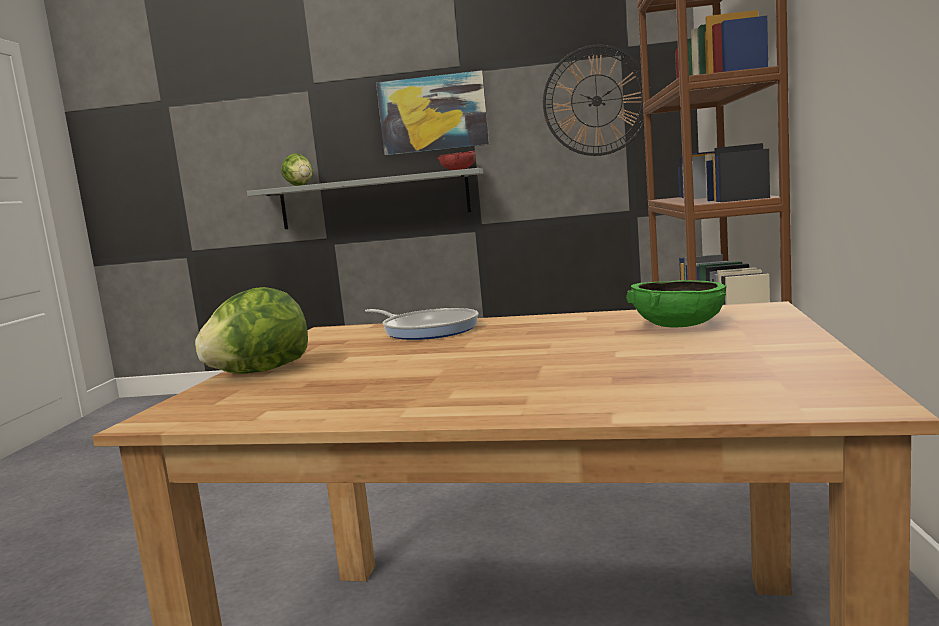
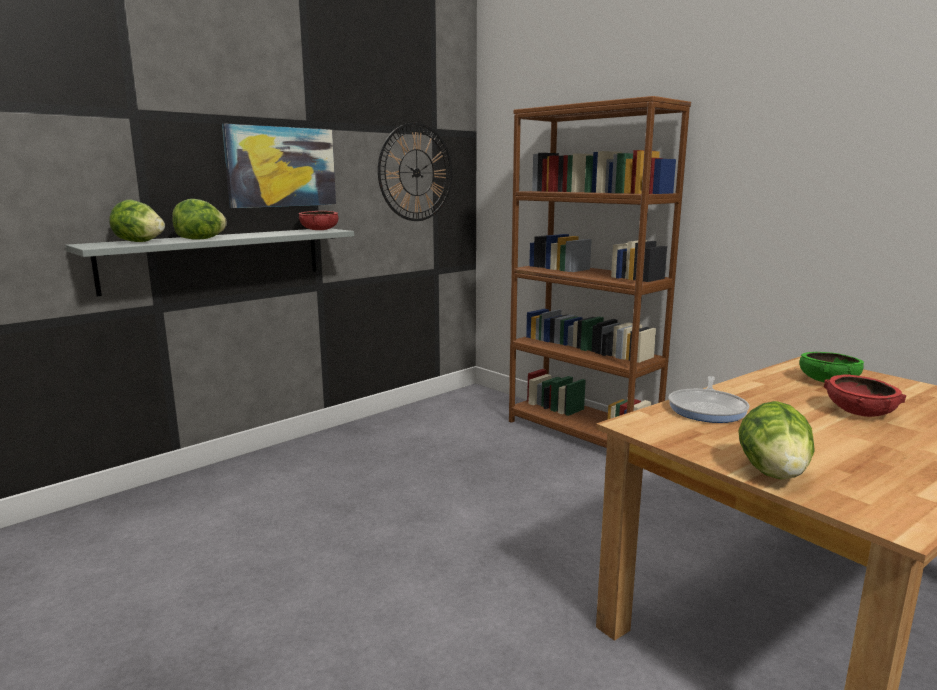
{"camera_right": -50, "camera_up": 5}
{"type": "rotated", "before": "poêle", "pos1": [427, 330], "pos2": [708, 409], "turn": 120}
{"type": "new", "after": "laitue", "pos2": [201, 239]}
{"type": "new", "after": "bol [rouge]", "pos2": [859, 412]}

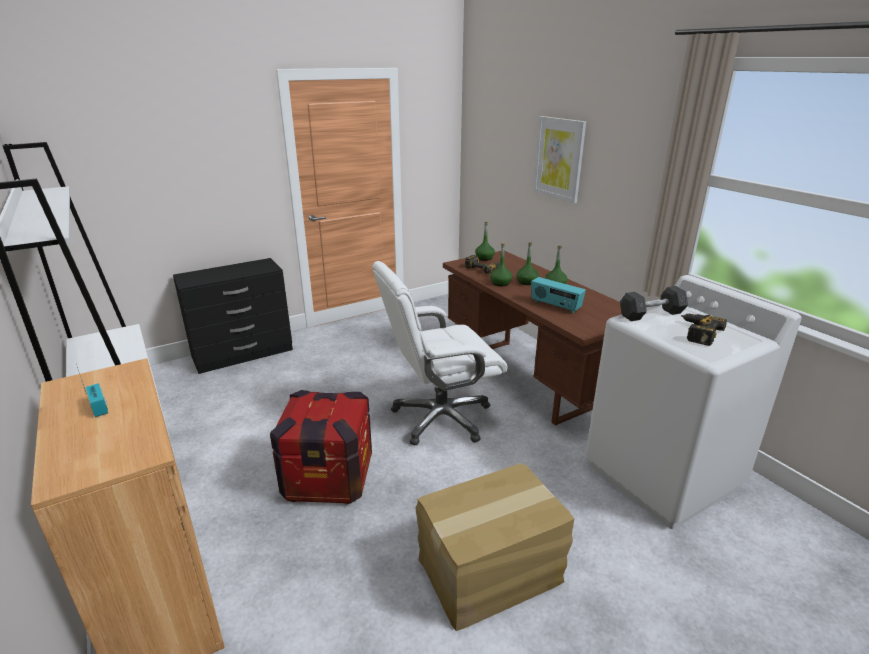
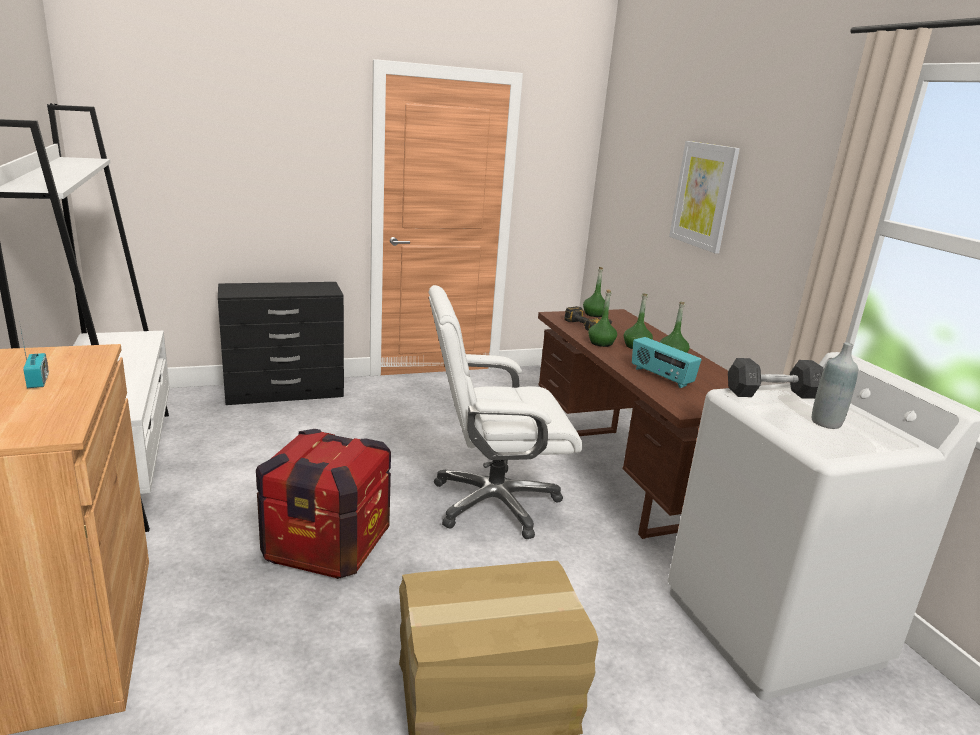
{"camera_right": 10, "camera_up": -5}
{"type": "swapped", "before": "perceuse", "after": "bouteille [gris]", "pos1": [697, 332], "pos2": [826, 423]}

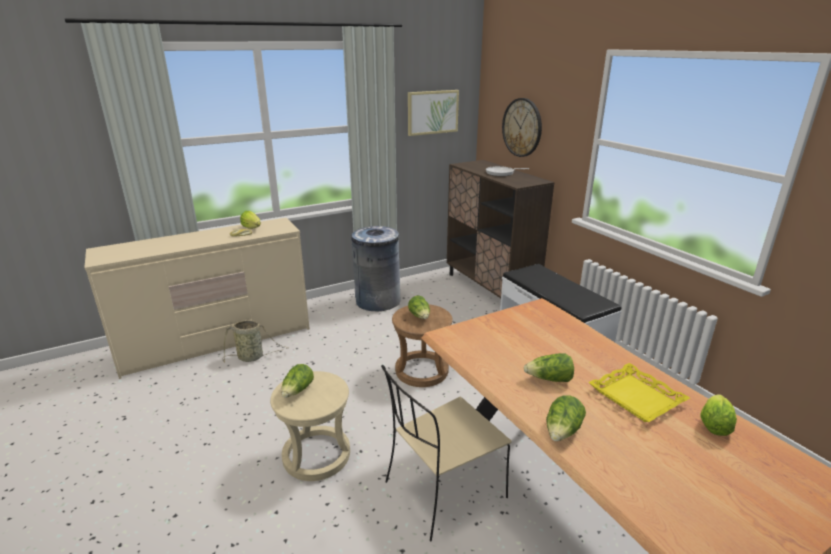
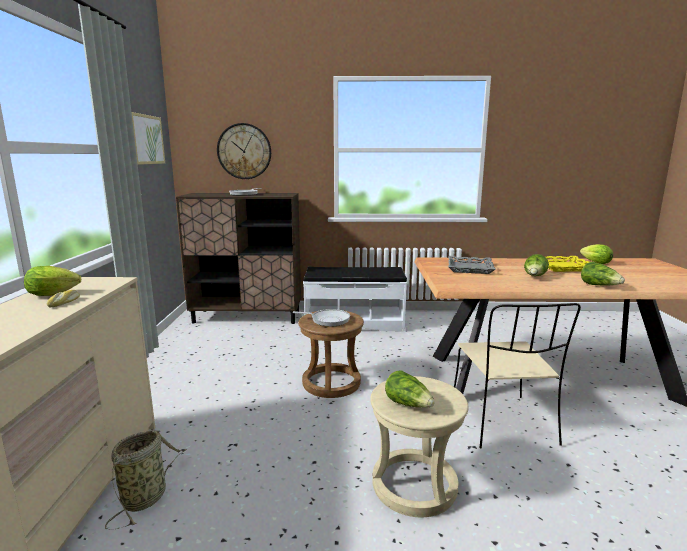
{"camera_right": -60, "camera_up": -10}
{"type": "gone", "before": "poubelle [gris]", "pos1": [377, 301]}
{"type": "swapped", "before": "laitue", "after": "poêle", "pos1": [420, 316], "pos2": [328, 320]}
{"type": "new", "after": "plateau [gris]", "pos2": [470, 268]}

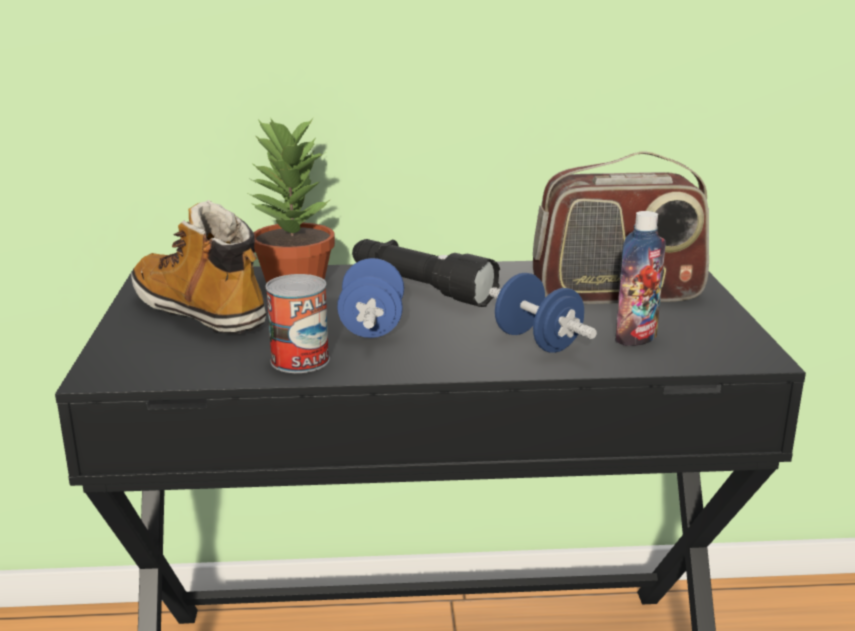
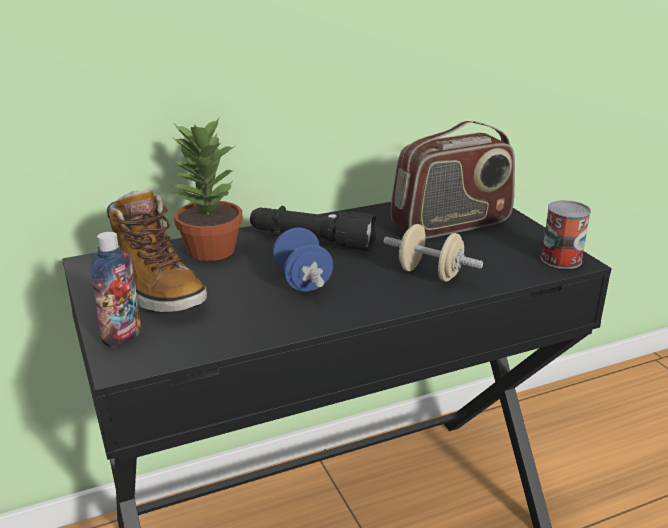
{"camera_right": -20, "camera_up": 5}
{"type": "rotated", "before": "botte", "pos1": [201, 311], "pos2": [156, 290], "turn": -150}
{"type": "shifted", "before": "bouteille", "pos1": [636, 338], "pos2": [122, 336]}
{"type": "repainted", "before": "haltère [bleu]", "after": "haltère [beige]", "pos1": [537, 342], "pos2": [430, 274]}
{"type": "shifted", "before": "boîte métallique", "pos1": [300, 360], "pos2": [561, 259]}

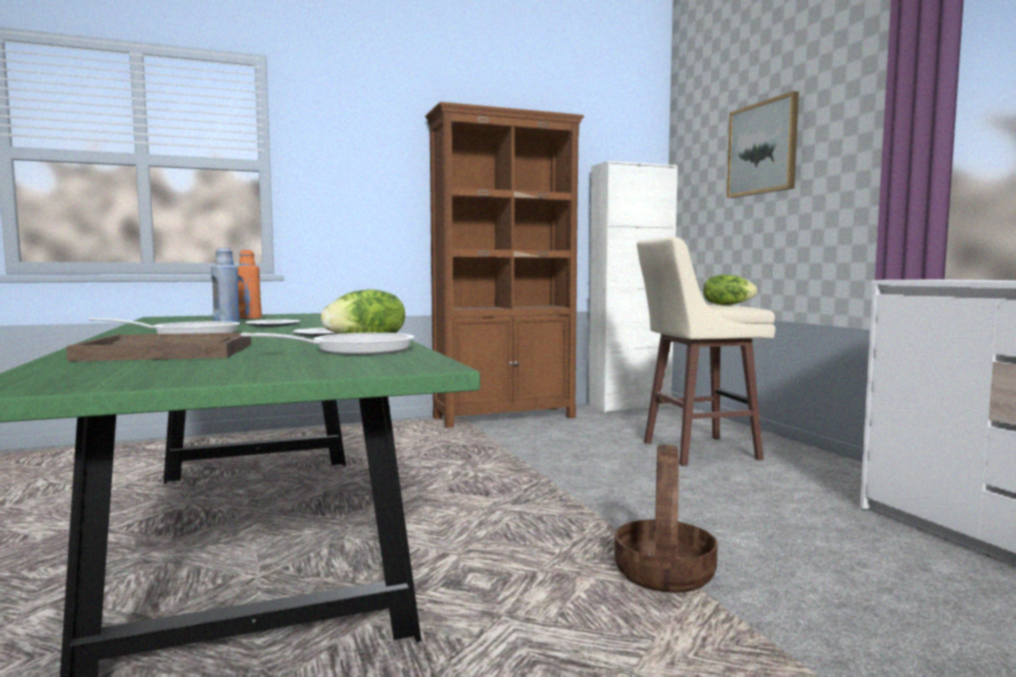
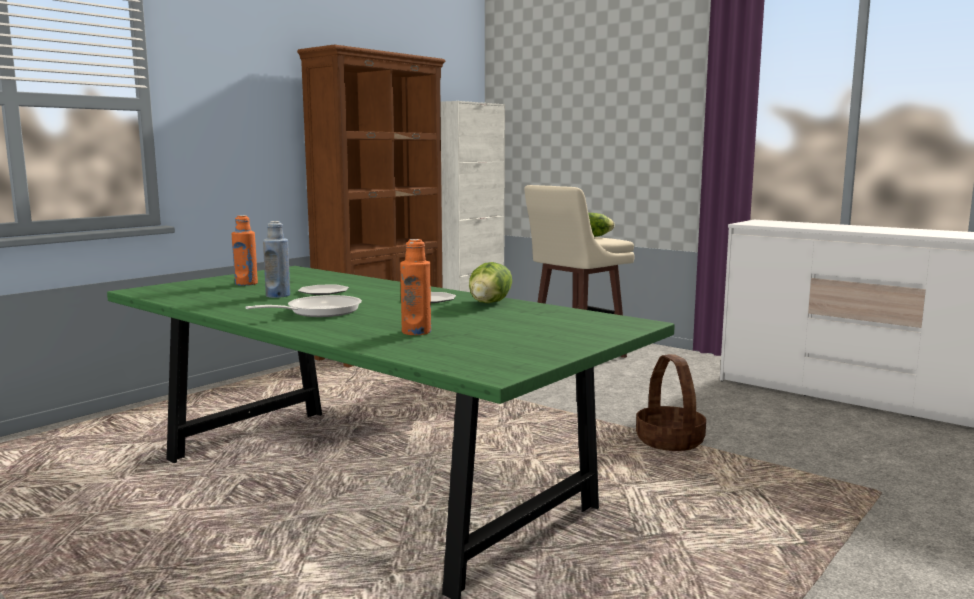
{"camera_right": -30, "camera_up": 5}
{"type": "gone", "before": "tableau", "pos1": [763, 148]}
{"type": "swapped", "before": "plateau [marron]", "after": "bouteille [orange]", "pos1": [168, 352], "pos2": [416, 332]}
{"type": "gone", "before": "poêle", "pos1": [354, 350]}

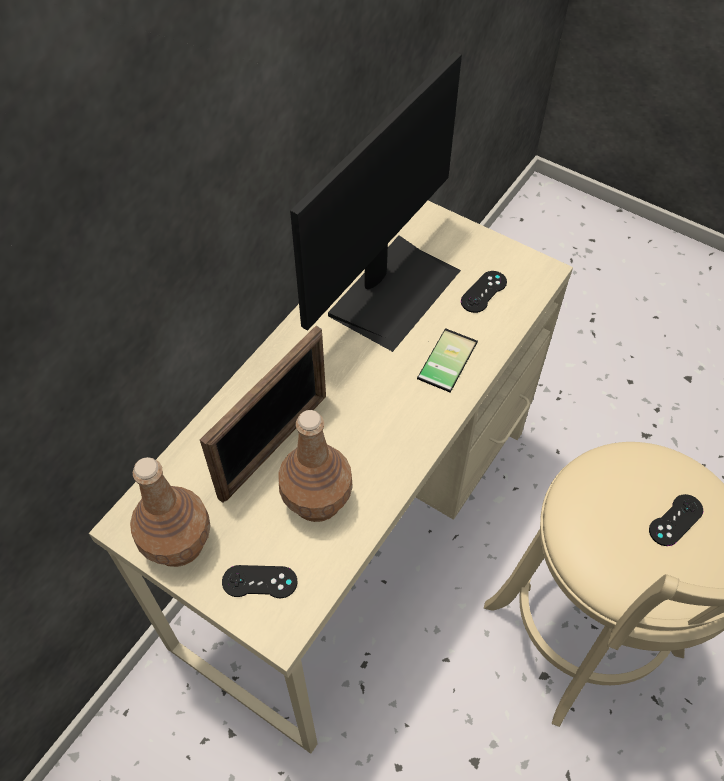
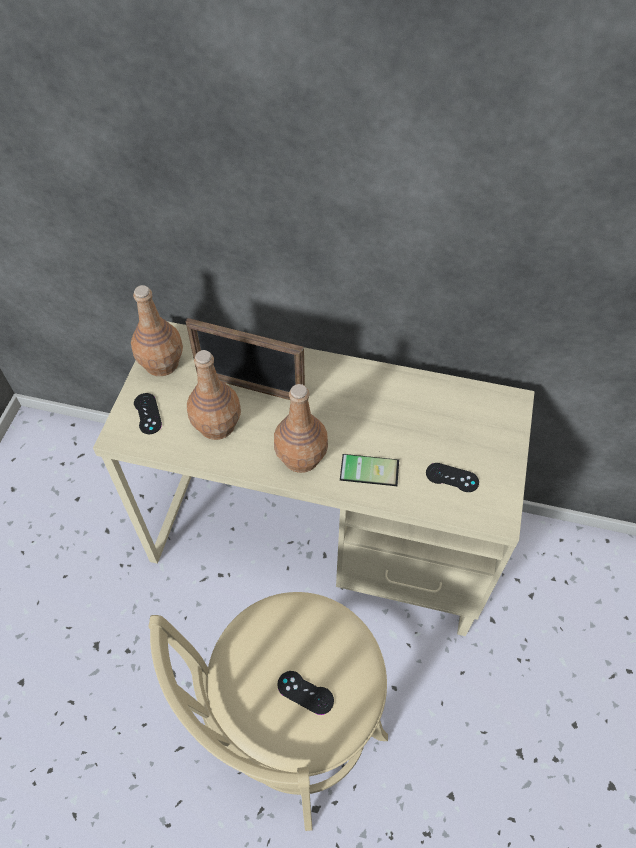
{"camera_right": 70, "camera_up": 0}
{"type": "gone", "before": "écran d'ordinateur", "pos1": [393, 290]}
{"type": "new", "after": "bouteille [marron]", "pos2": [301, 457]}

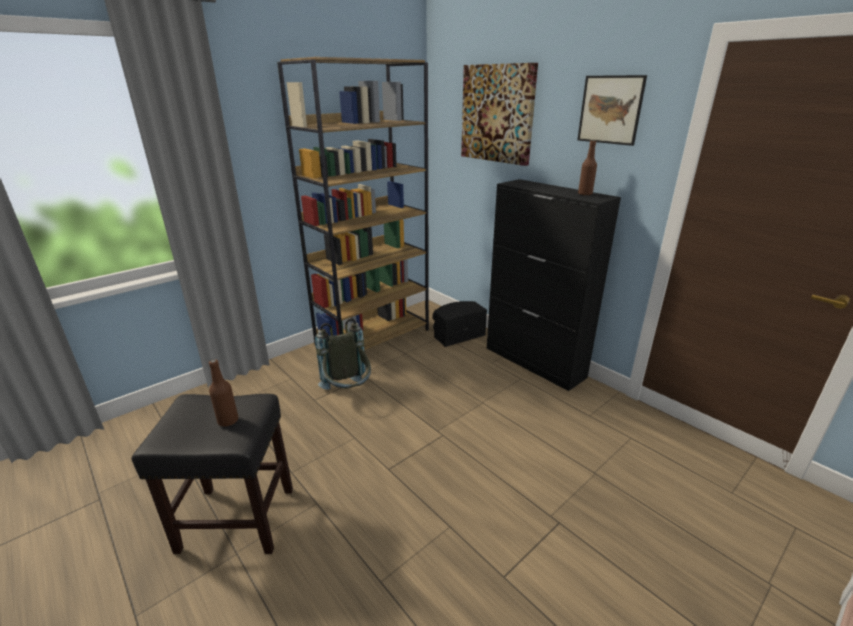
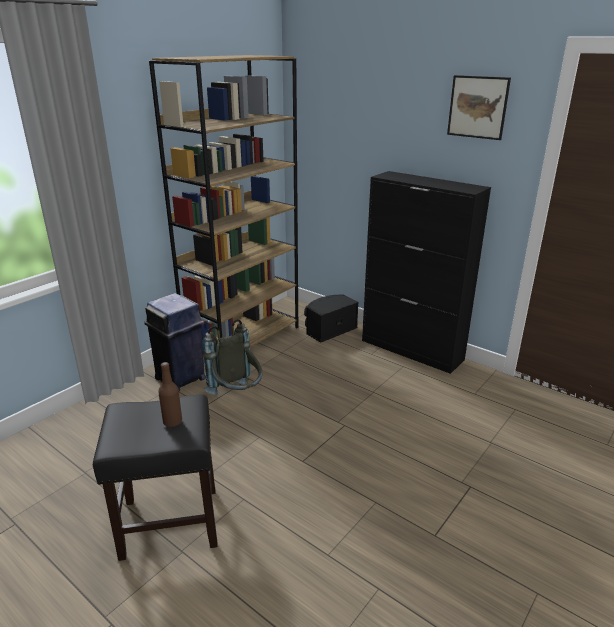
{"camera_right": -10, "camera_up": 0}
{"type": "gone", "before": "tableau", "pos1": [497, 114]}
{"type": "gone", "before": "bouteille [marron]", "pos1": [585, 194]}
{"type": "new", "after": "poubelle [bleu]", "pos2": [181, 378]}

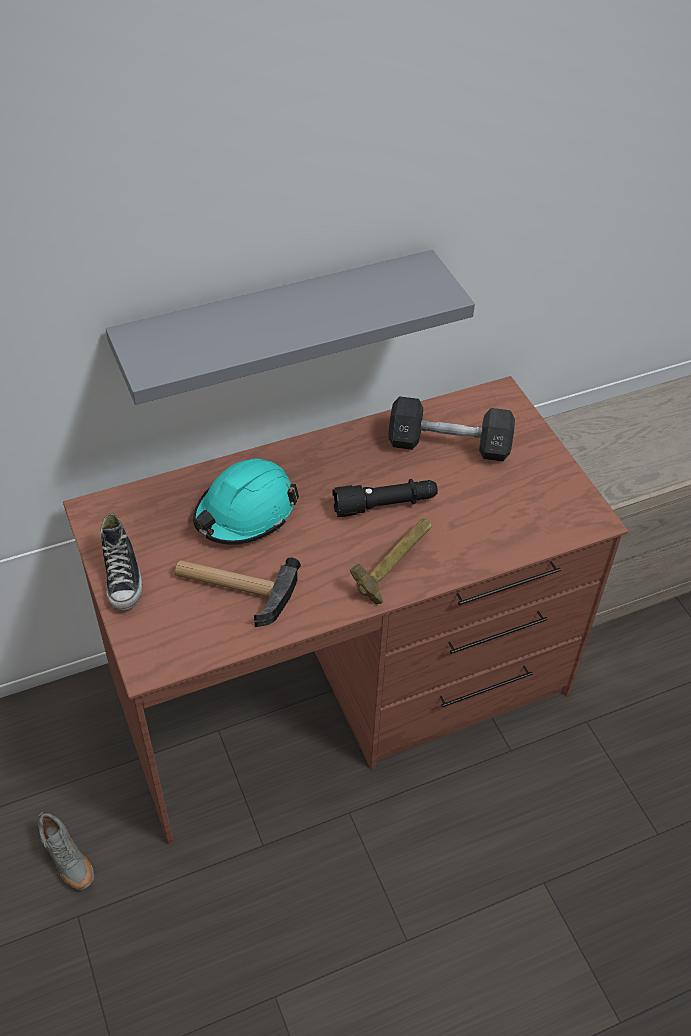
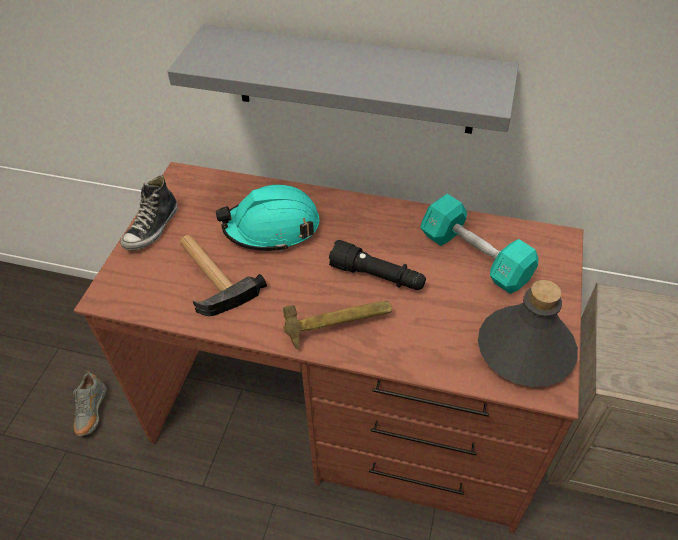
{"camera_right": 40, "camera_up": 0}
{"type": "repainted", "before": "haltère [noir]", "after": "haltère [turquoise]", "pos1": [449, 445], "pos2": [474, 257]}
{"type": "new", "after": "bouteille [gris]", "pos2": [525, 350]}

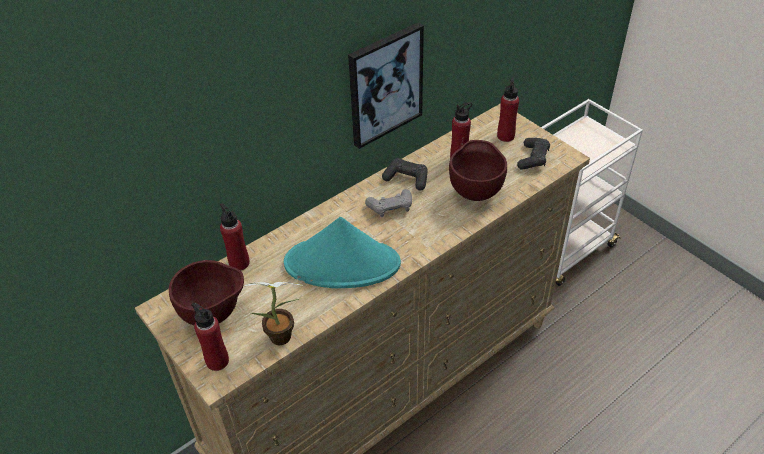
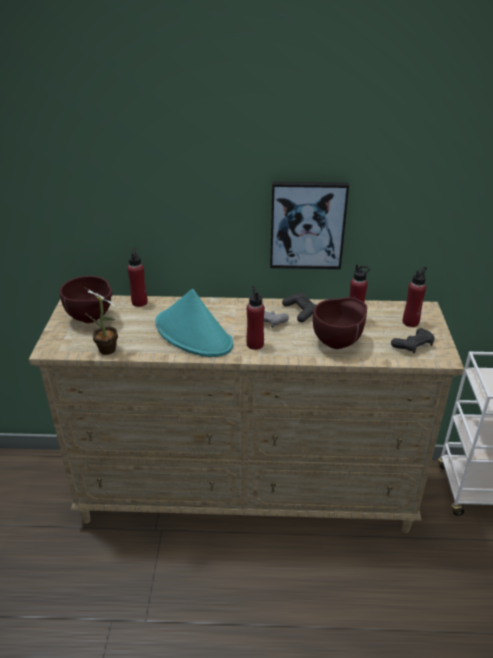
{"camera_right": 40, "camera_up": -10}
{"type": "shifted", "before": "bouteille [rouge]", "pos1": [217, 361], "pos2": [255, 344]}

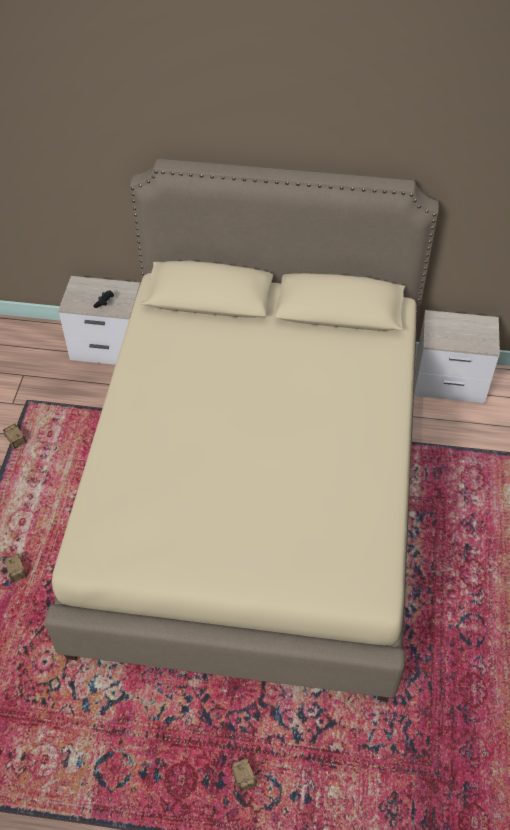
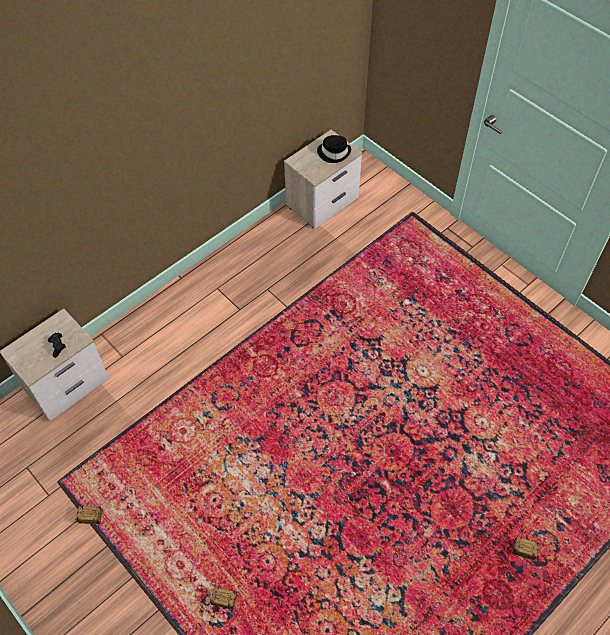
{"camera_right": -50, "camera_up": 5}
{"type": "gone", "before": "lit [beige]", "pos1": [254, 493]}
{"type": "new", "after": "chapeau [noir]", "pos2": [334, 152]}

